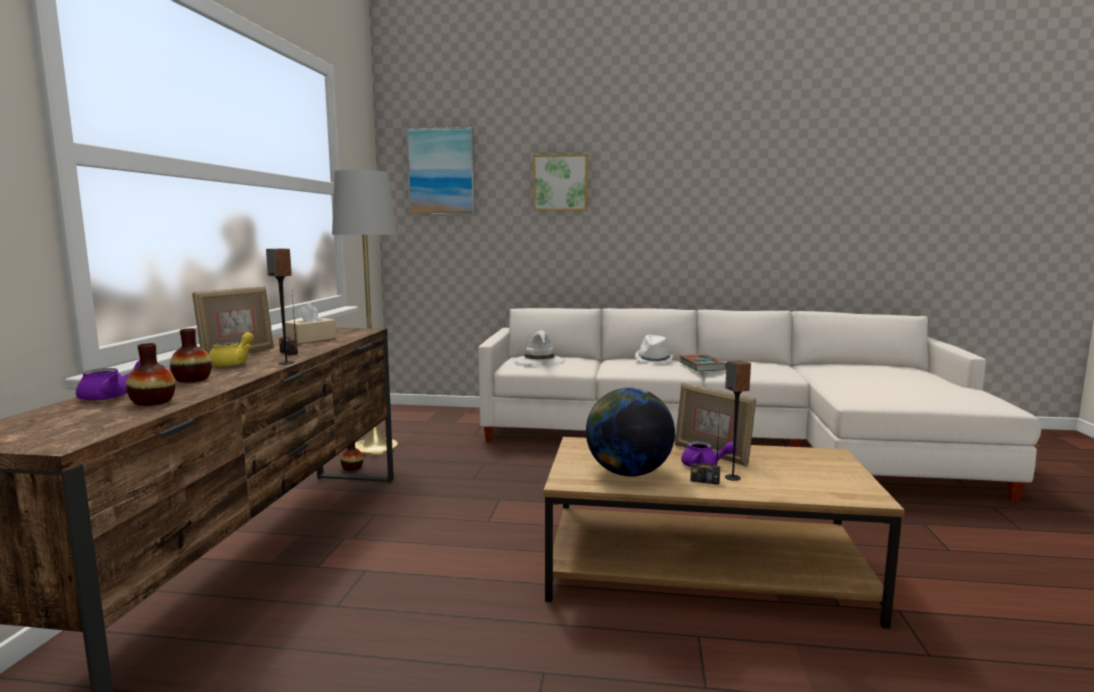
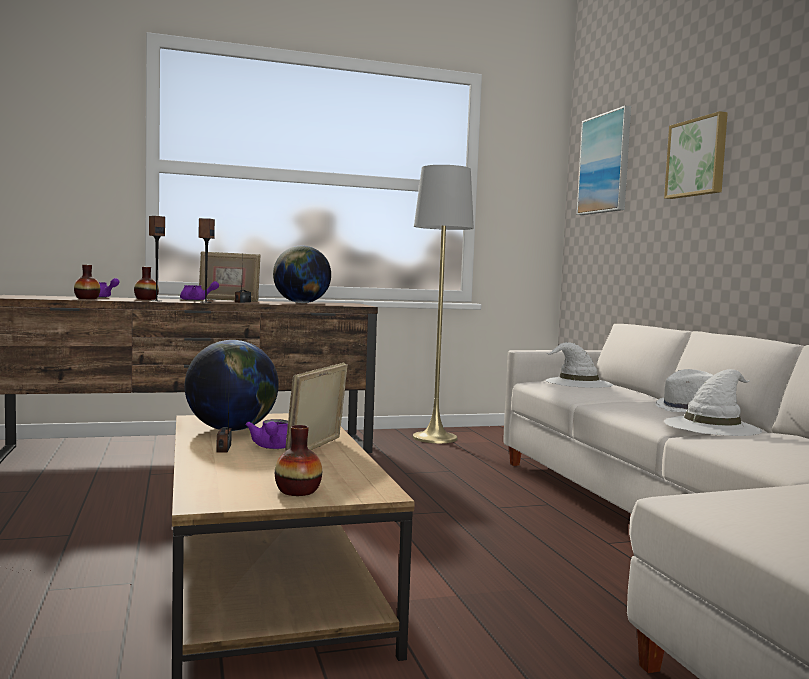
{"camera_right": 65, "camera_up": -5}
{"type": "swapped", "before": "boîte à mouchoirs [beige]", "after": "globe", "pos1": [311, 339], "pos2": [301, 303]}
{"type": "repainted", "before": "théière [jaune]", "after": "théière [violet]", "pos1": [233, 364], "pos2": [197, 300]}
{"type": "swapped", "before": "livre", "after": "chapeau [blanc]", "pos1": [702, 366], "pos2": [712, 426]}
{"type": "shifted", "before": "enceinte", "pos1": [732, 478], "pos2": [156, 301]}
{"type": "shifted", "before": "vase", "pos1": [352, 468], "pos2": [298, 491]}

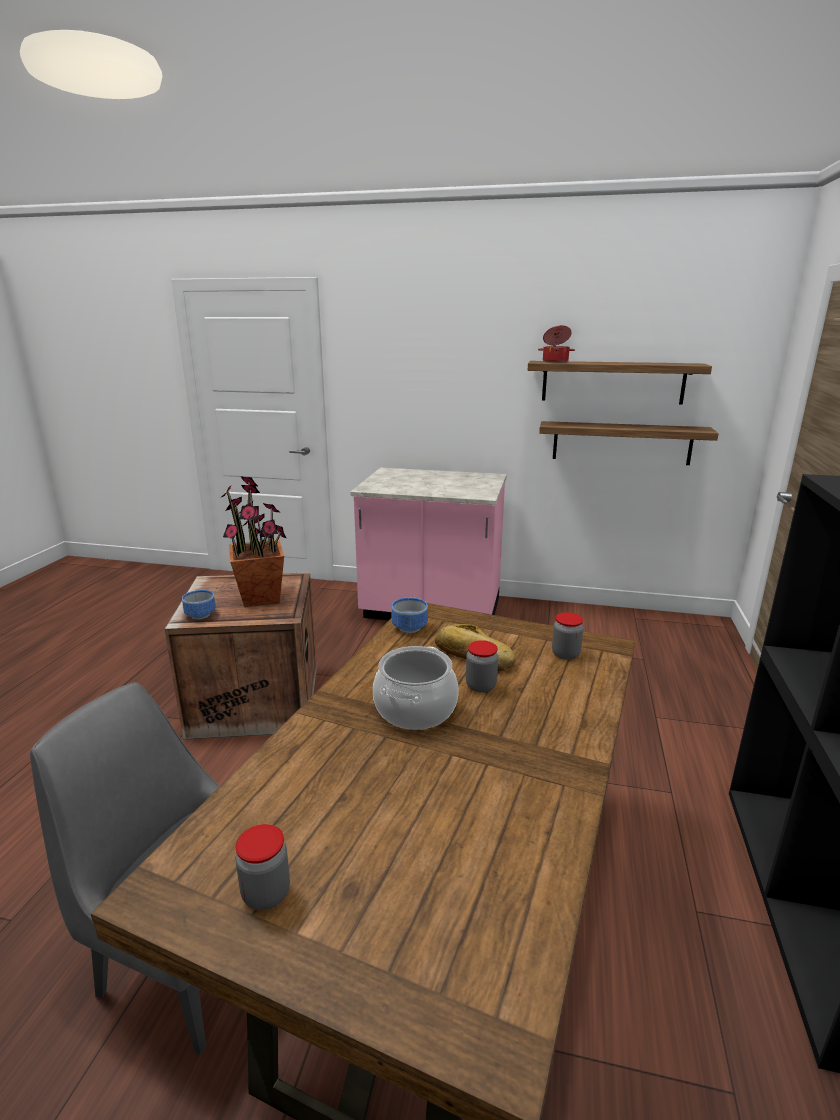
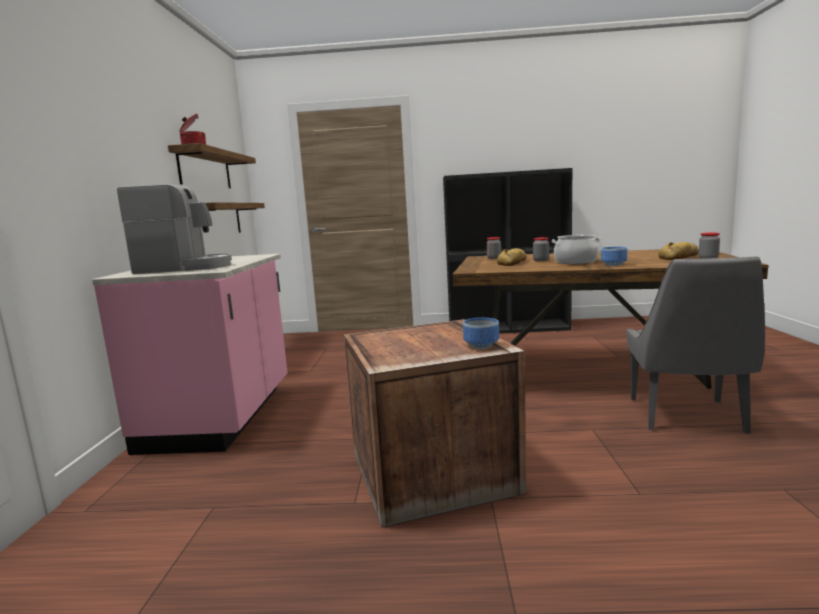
{"camera_right": -100, "camera_up": -10}
{"type": "gone", "before": "plante en pot", "pos1": [261, 598]}
{"type": "shifted", "before": "bol", "pos1": [409, 628], "pos2": [614, 264]}
{"type": "new", "after": "machine à café", "pos2": [185, 268]}
{"type": "new", "after": "pain", "pos2": [680, 257]}

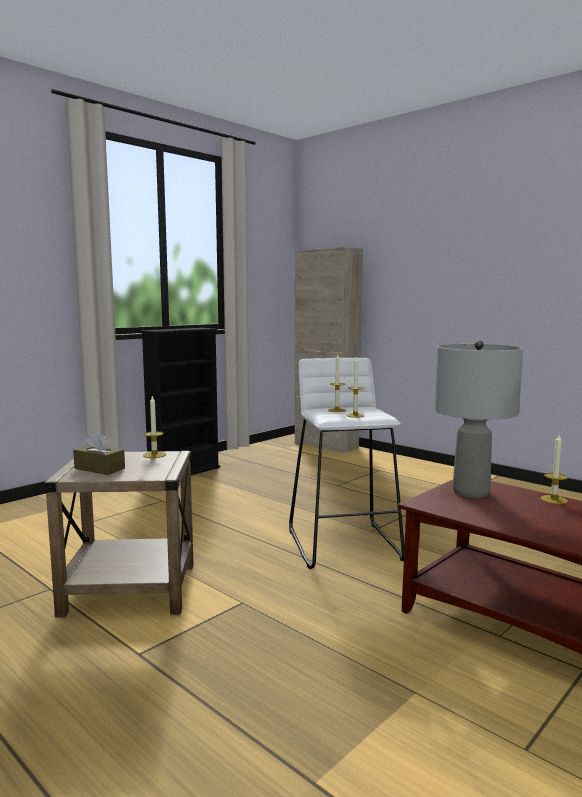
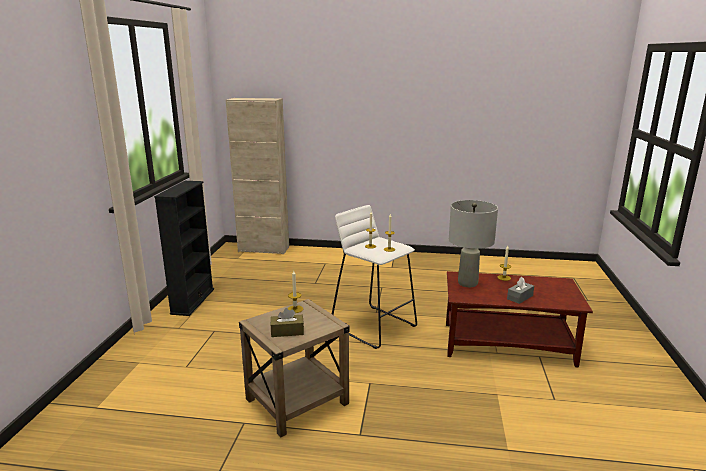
{"camera_right": -35, "camera_up": 10}
{"type": "new", "after": "boîte à mouchoirs [gris]", "pos2": [520, 297]}

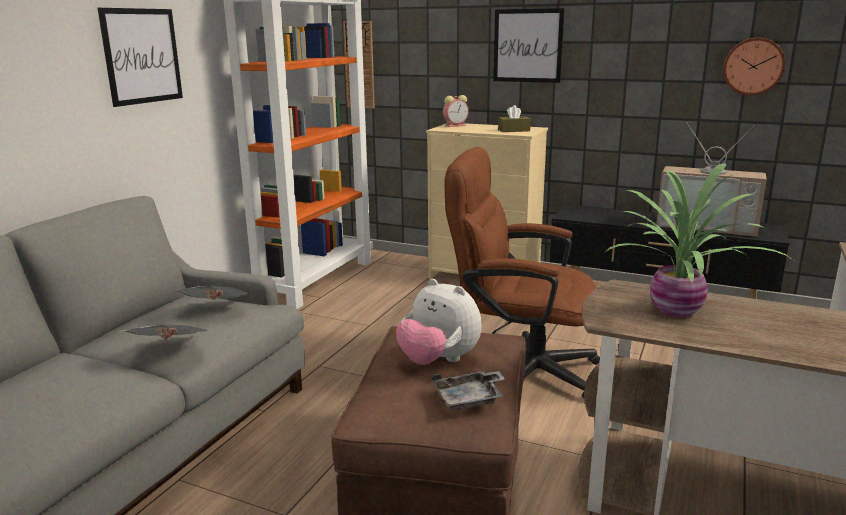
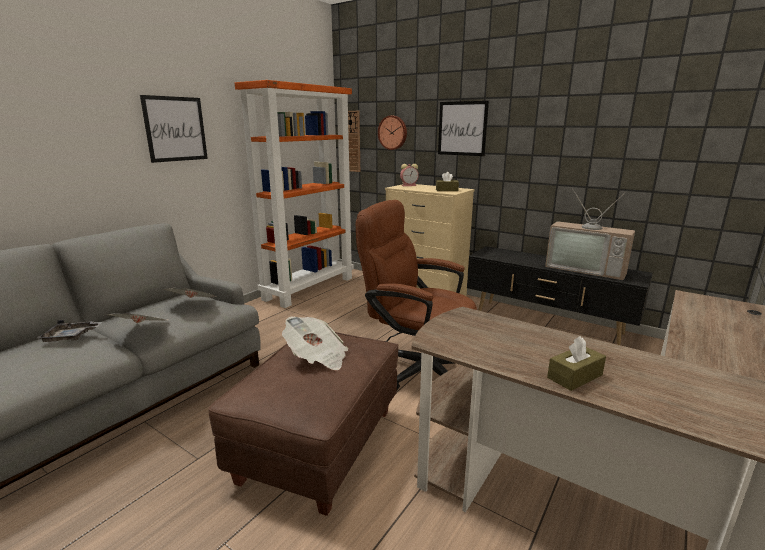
{"camera_right": 10, "camera_up": 0}
{"type": "shifted", "before": "horloge murale", "pos1": [753, 66], "pos2": [393, 132]}
{"type": "gone", "before": "plante en pot", "pos1": [678, 311]}
{"type": "swapped", "before": "peluche", "after": "journal", "pos1": [438, 361], "pos2": [317, 357]}
{"type": "shifted", "before": "plateau [gris]", "pos1": [469, 399], "pos2": [71, 337]}
{"type": "new", "after": "boîte à mouchoirs [marron]", "pos2": [574, 376]}

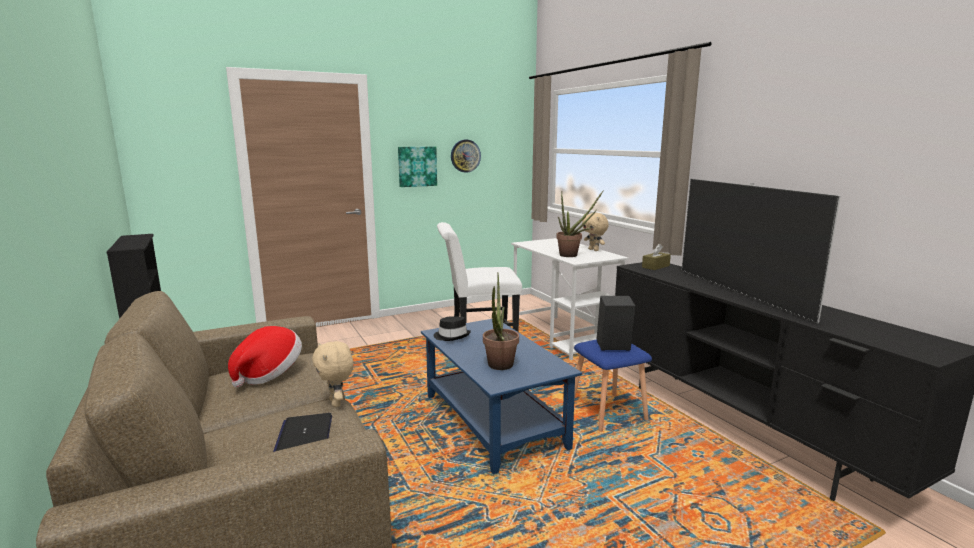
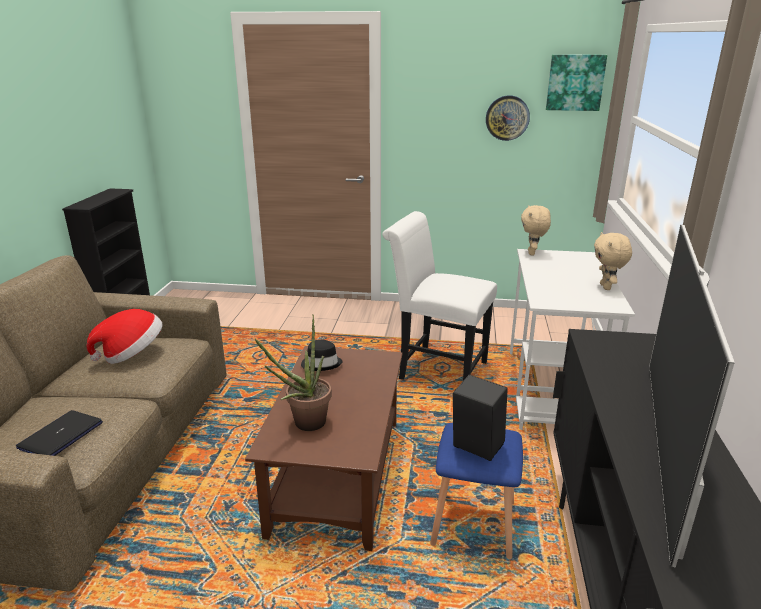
{"camera_right": 35, "camera_up": 10}
{"type": "shifted", "before": "tableau", "pos1": [417, 166], "pos2": [575, 82]}
{"type": "gone", "before": "plante en pot", "pos1": [572, 255]}
{"type": "gone", "before": "boîte à mouchoirs [marron]", "pos1": [655, 266]}
{"type": "repainted", "before": "table basse [bleu]", "after": "table basse [marron]", "pos1": [492, 421], "pos2": [337, 474]}
{"type": "shifted", "before": "peluche [beige]", "pos1": [337, 403], "pos2": [532, 253]}

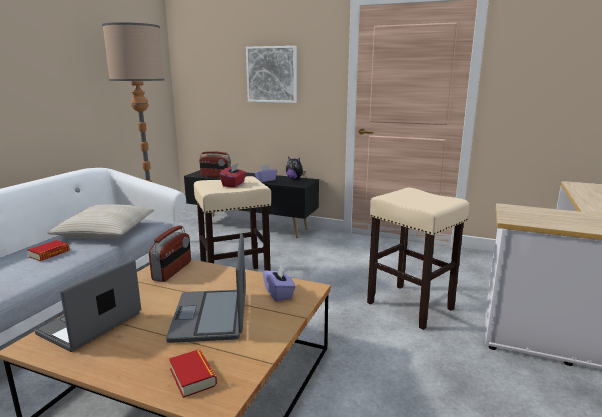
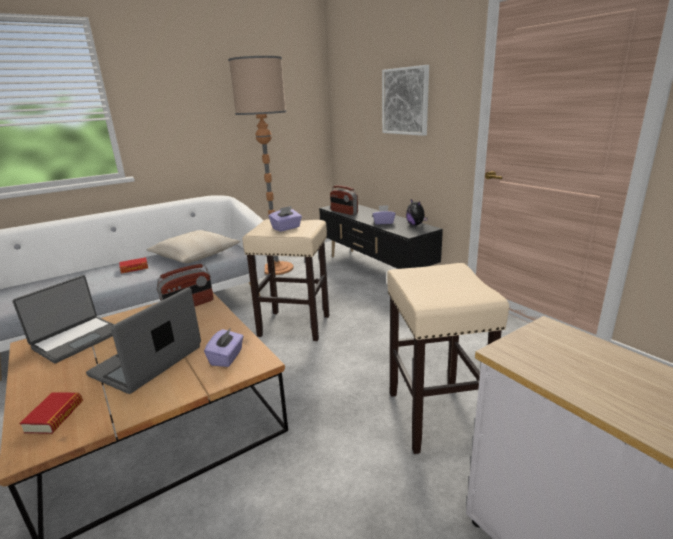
{"camera_right": 35, "camera_up": 5}
{"type": "repainted", "before": "boîte à mouchoirs [rouge]", "after": "boîte à mouchoirs [violet]", "pos1": [234, 184], "pos2": [286, 228]}
{"type": "rotated", "before": "ordinateur portable", "pos1": [91, 324], "pos2": [77, 339], "turn": 150}

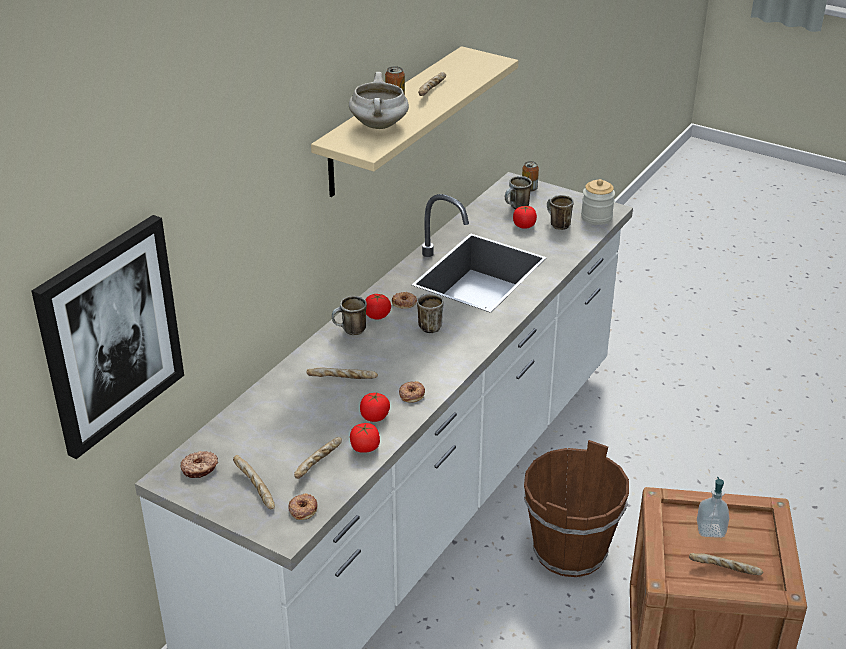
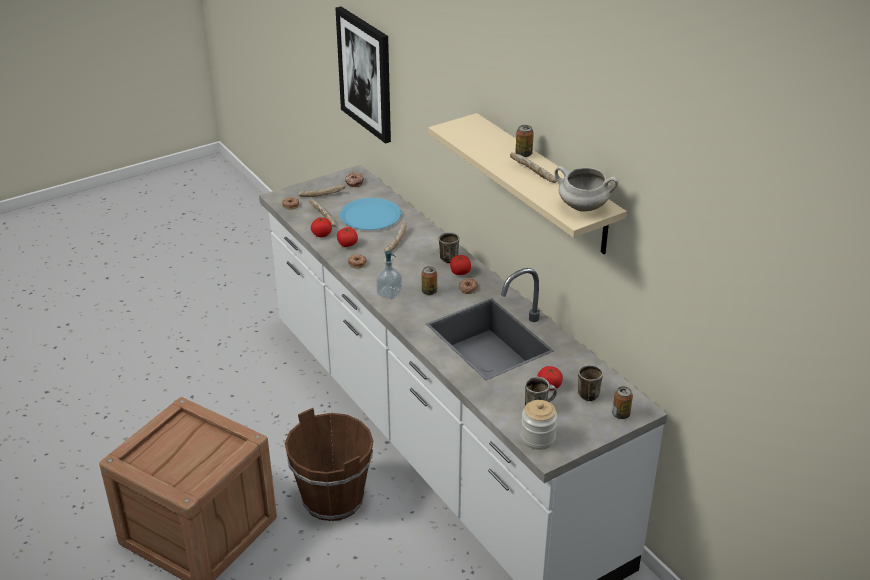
{"camera_right": 115, "camera_up": 0}
{"type": "shifted", "before": "marmite [blanc]", "pos1": [380, 126], "pos2": [582, 207]}
{"type": "swapped", "before": "mug", "after": "boîte métallique", "pos1": [431, 325], "pos2": [429, 292]}
{"type": "shifted", "before": "distributeur de savon", "pos1": [710, 529], "pos2": [389, 293]}
{"type": "gone", "before": "pain", "pos1": [724, 570]}
{"type": "new", "after": "assiette [bleu]", "pos2": [370, 216]}

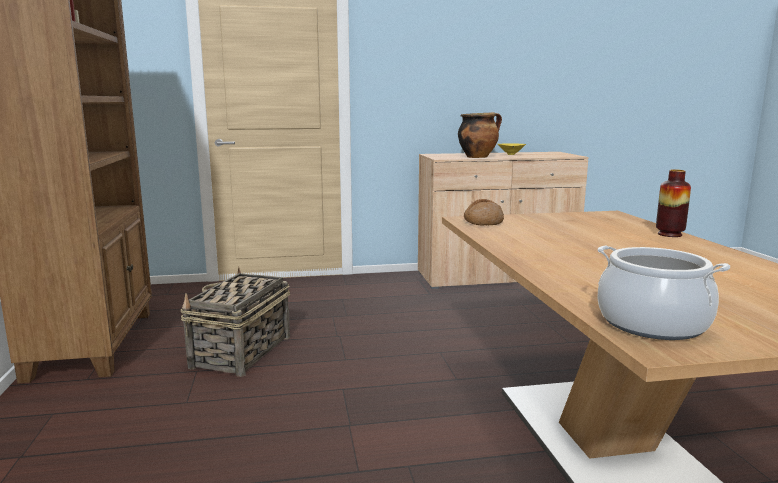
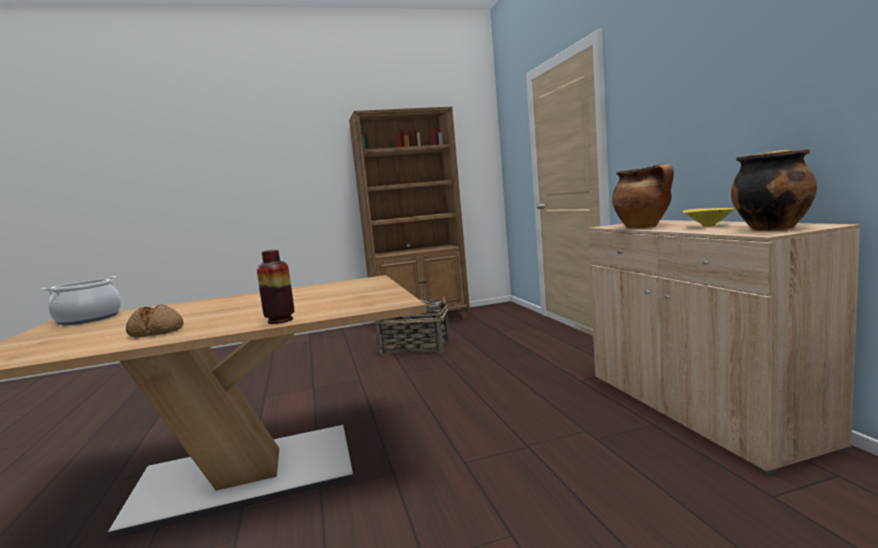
{"camera_right": 85, "camera_up": -5}
{"type": "shifted", "before": "pain", "pos1": [483, 222], "pos2": [156, 331]}
{"type": "new", "after": "marmite", "pos2": [771, 228]}

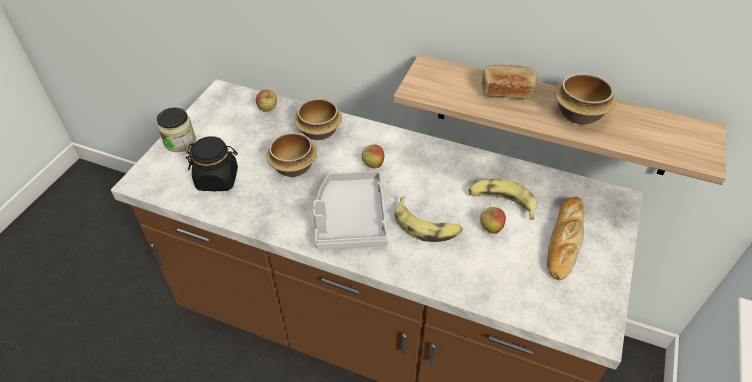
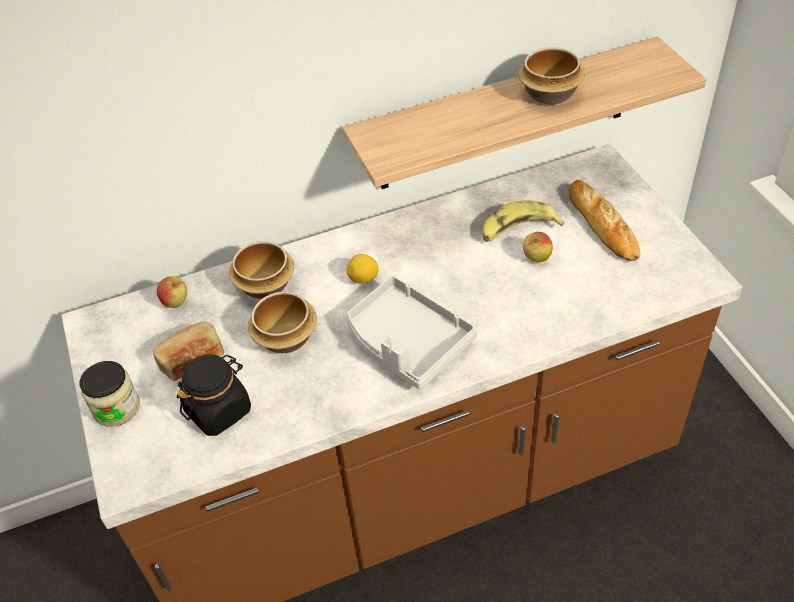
{"camera_right": -40, "camera_up": 0}
{"type": "shifted", "before": "pain", "pos1": [507, 91], "pos2": [191, 359]}
{"type": "swapped", "before": "pomme", "after": "citron", "pos1": [373, 165], "pos2": [364, 279]}
{"type": "gone", "before": "banane", "pos1": [426, 226]}

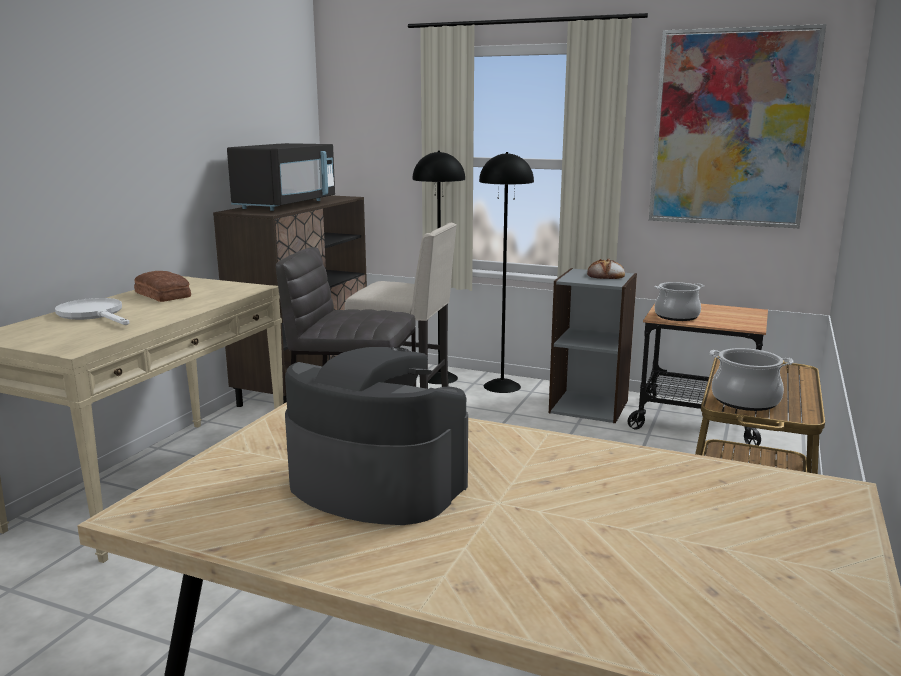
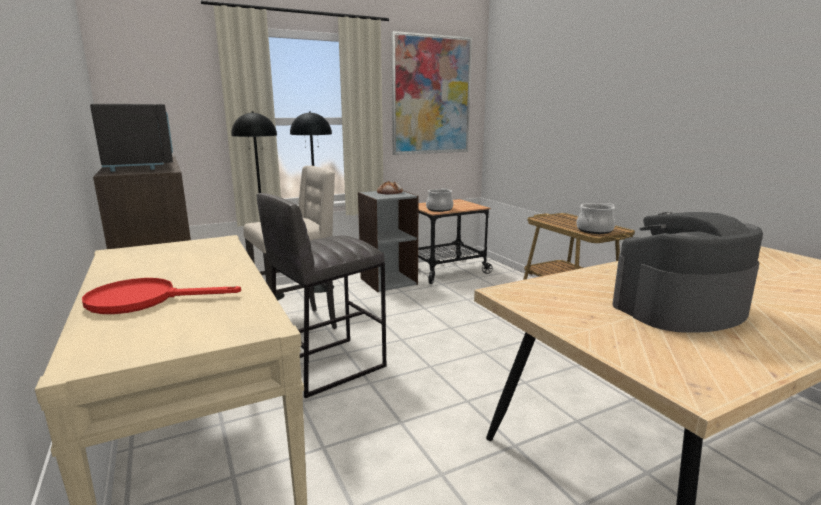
{"camera_right": -50, "camera_up": 0}
{"type": "gone", "before": "pain", "pos1": [163, 294]}
{"type": "repainted", "before": "poêle [blanc]", "after": "poêle [rouge]", "pos1": [94, 315], "pos2": [144, 300]}

